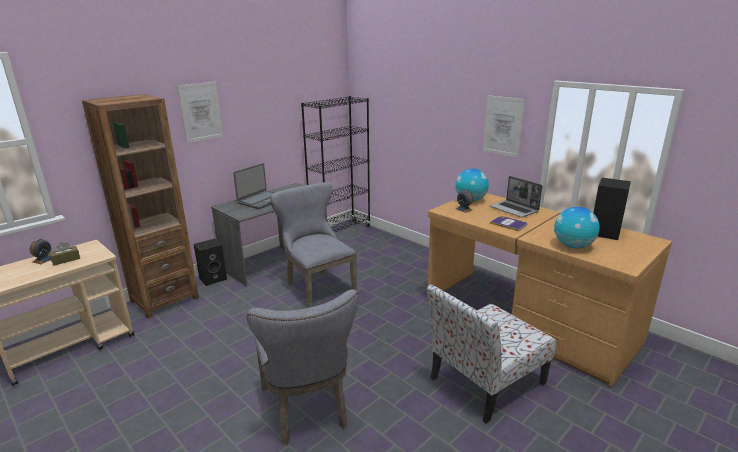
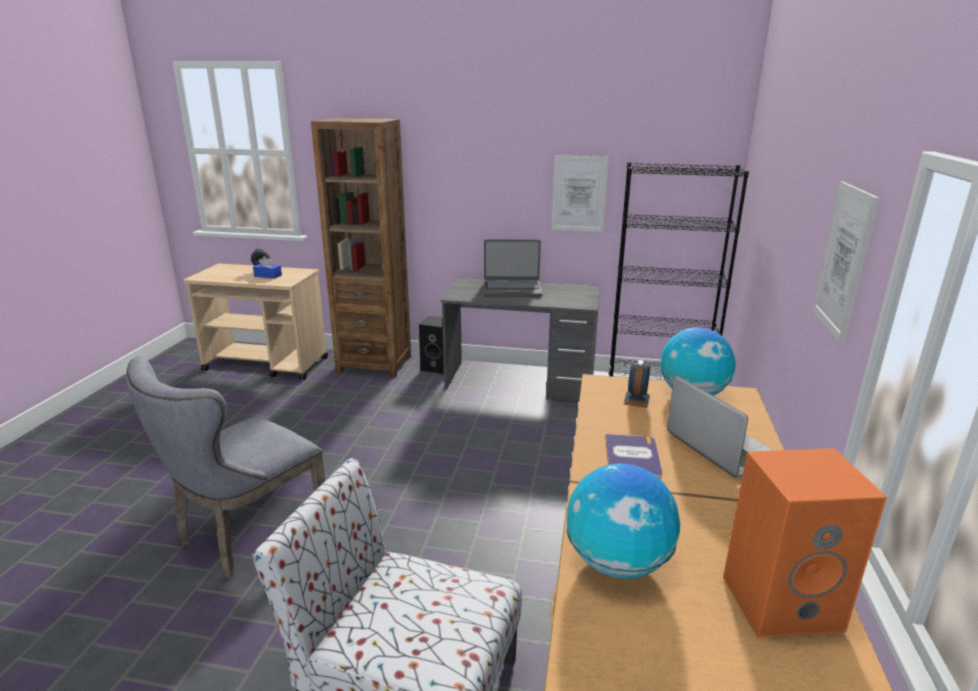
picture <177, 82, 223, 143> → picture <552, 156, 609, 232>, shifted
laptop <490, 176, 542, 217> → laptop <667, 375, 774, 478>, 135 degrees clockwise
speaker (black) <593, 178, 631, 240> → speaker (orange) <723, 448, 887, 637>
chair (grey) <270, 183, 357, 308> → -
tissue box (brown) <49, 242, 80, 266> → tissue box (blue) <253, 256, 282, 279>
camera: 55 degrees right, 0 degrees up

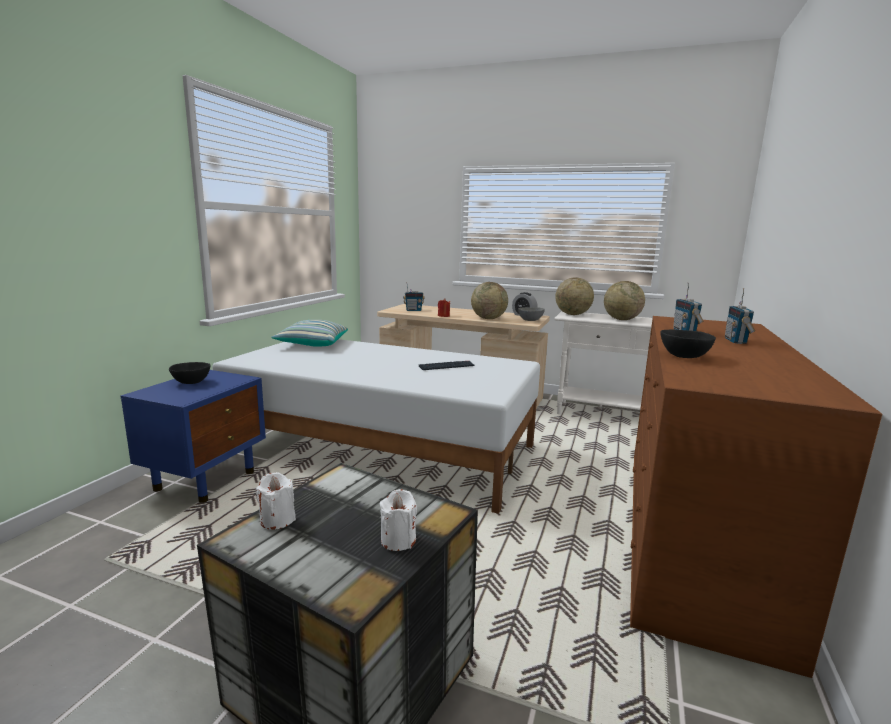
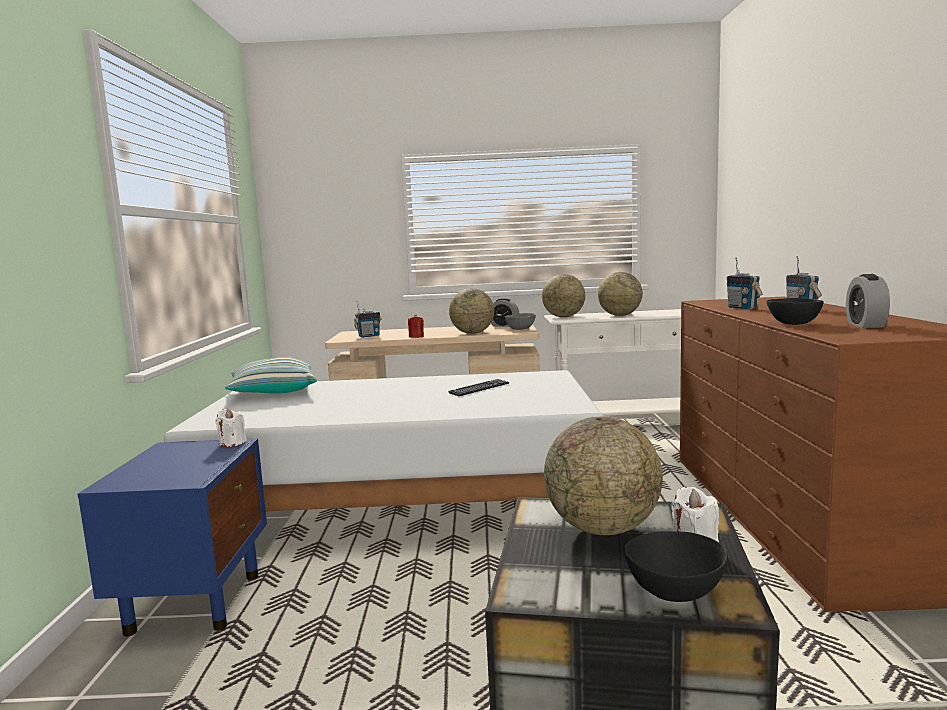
bowl (black) <169, 362, 210, 384> → bowl (black) <624, 531, 728, 602>, shifted
candle (white) <256, 472, 296, 530> → candle (white) <215, 408, 247, 447>, shifted
- → alarm clock <846, 274, 890, 328>
- → globe <544, 416, 663, 535>
camera: 20 degrees left, 5 degrees down

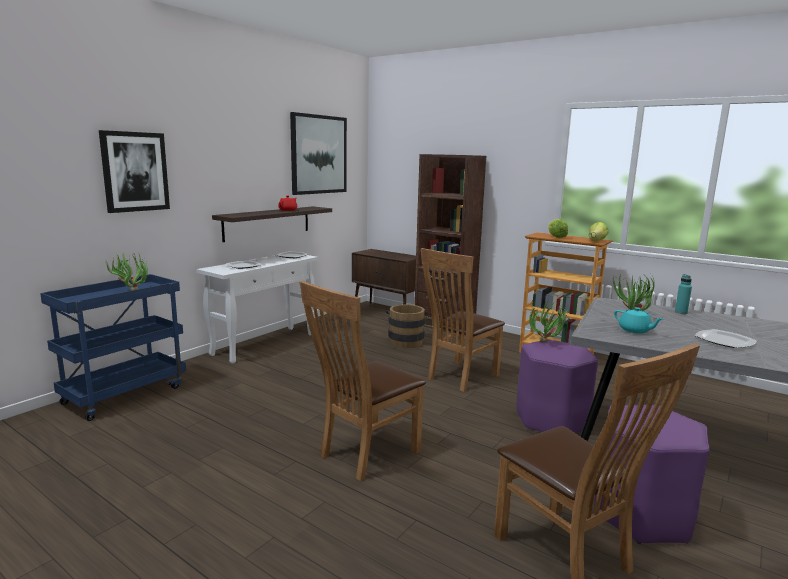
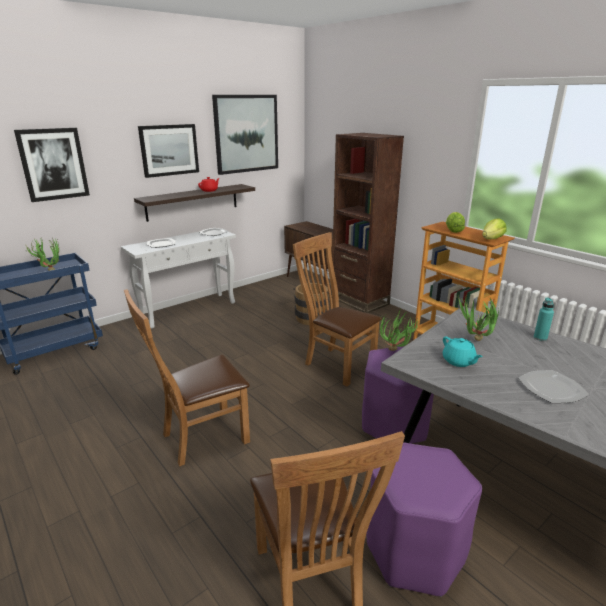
chair (brown) <421, 248, 505, 392> → chair (brown) <293, 232, 382, 386>, 75 degrees clockwise
- → picture <138, 124, 199, 178>
camera: 15 degrees right, 10 degrees up

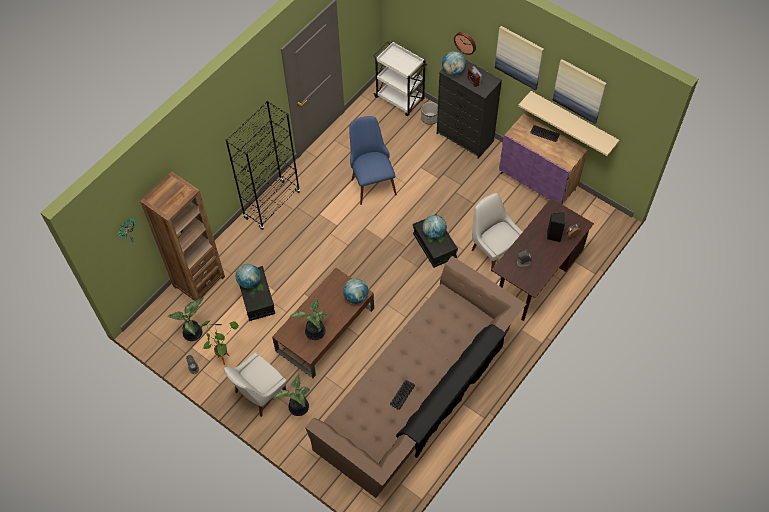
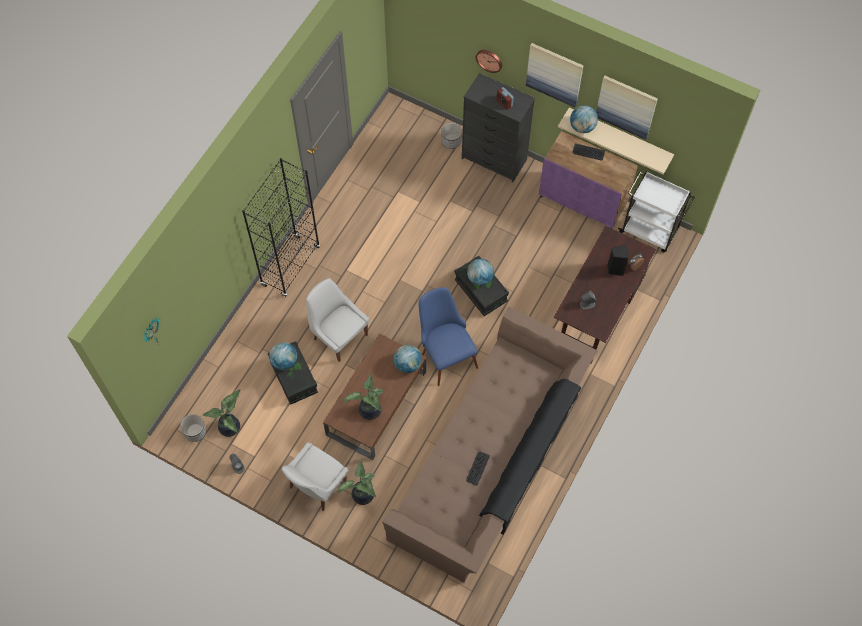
cart (white) <373, 41, 428, 116> → cart (white) <618, 171, 695, 252>, shifted
globe <442, 51, 466, 76> → globe <570, 105, 598, 133>, shifted
chair (blue) <349, 116, 397, 205> → chair (blue) <419, 287, 478, 386>, shifted
bookcase (brown) <140, 172, 225, 301> → -
chair (white) <471, 193, 522, 272> → chair (white) <306, 278, 369, 362>, shifted
potted plant <201, 321, 239, 365> → -
- → planter <180, 414, 206, 442>
camera: 10 degrees left, 5 degrees up

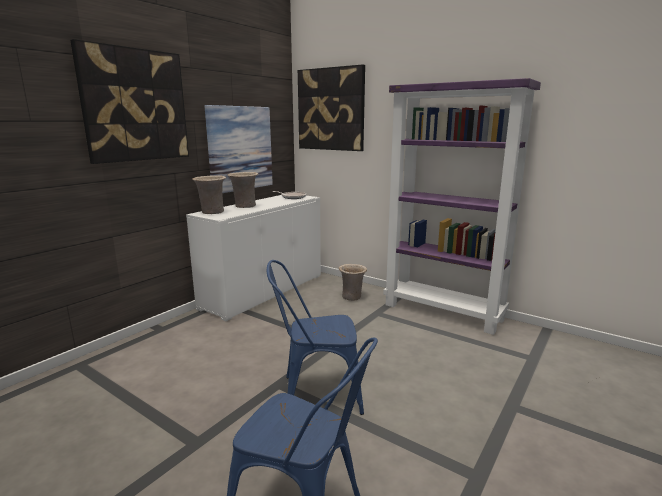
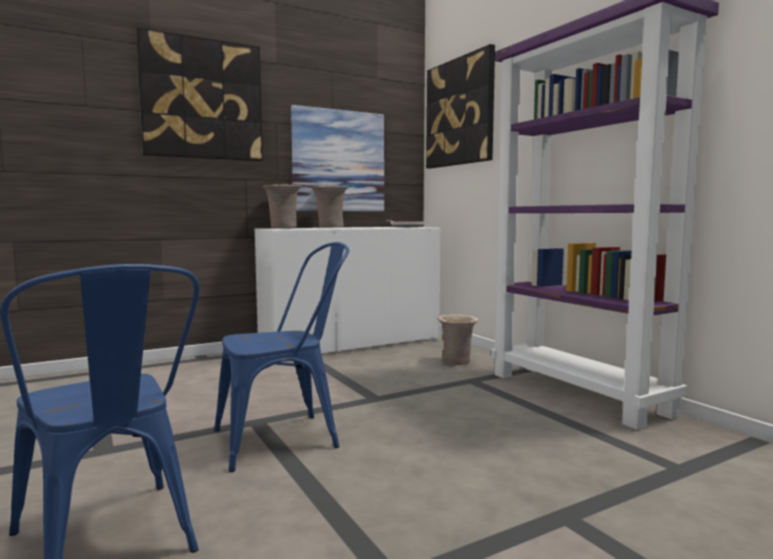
chair (blue) <267, 260, 364, 415> → chair (blue) <215, 242, 349, 472>, 135 degrees clockwise
camera: 25 degrees right, 10 degrees down

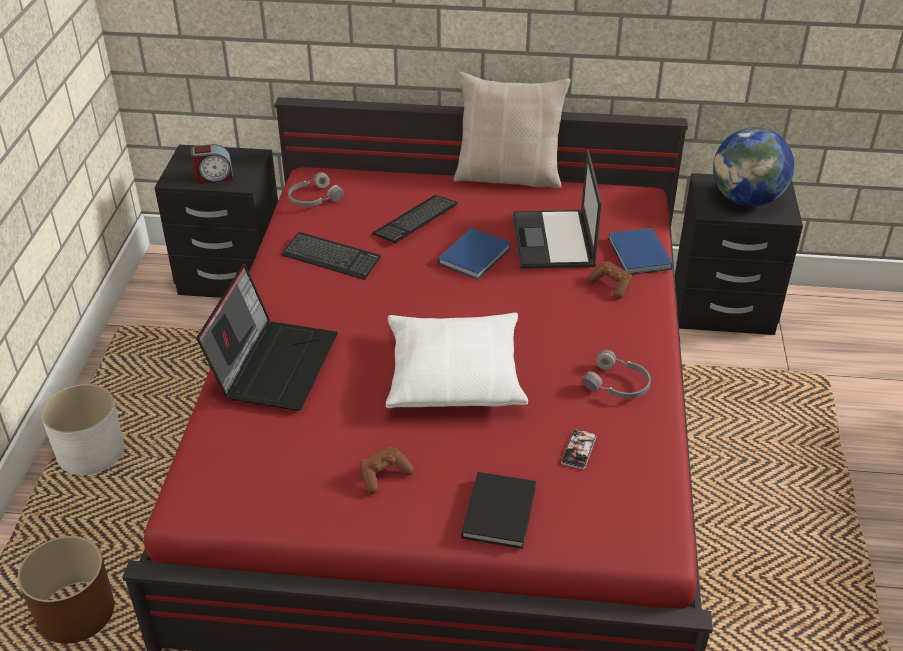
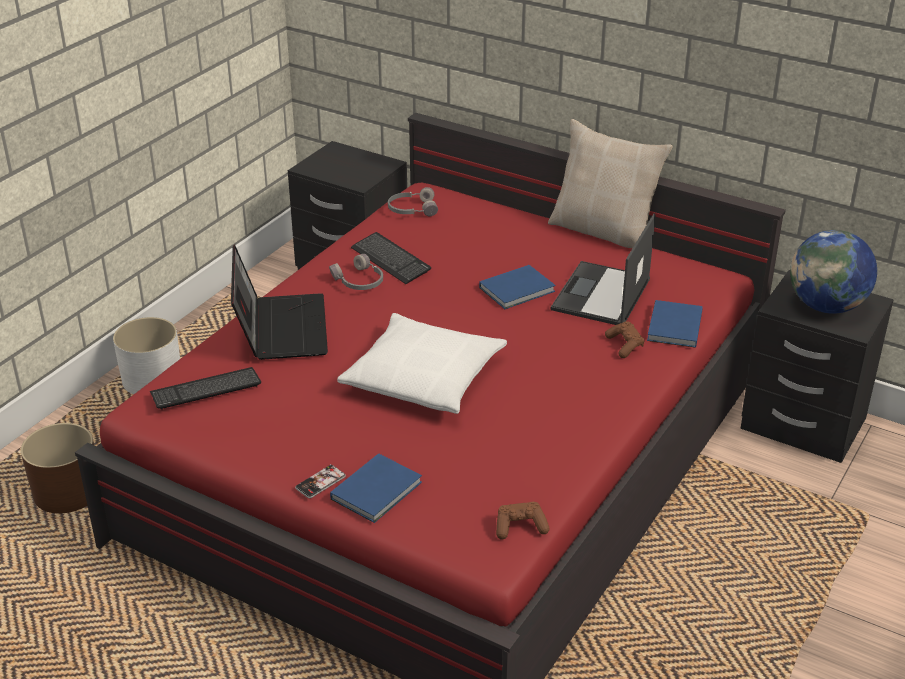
alarm clock <191, 144, 233, 184> → -
keyboard <371, 195, 458, 244> → keyboard <150, 367, 261, 410>, shifted
laptop <197, 264, 338, 411> → laptop <231, 244, 328, 360>, 45 degrees counterclockwise
headphones (grey) <582, 350, 651, 398> → headphones (grey) <329, 254, 383, 290>, shifted
phone <561, 429, 596, 469> → phone <295, 464, 346, 498>, shifted
game controller (brown) <360, 447, 414, 494> → game controller (brown) <496, 502, 550, 540>, shifted
book (black) <462, 472, 536, 549> → book (blue) <330, 453, 422, 523>
camera: 25 degrees right, 5 degrees down

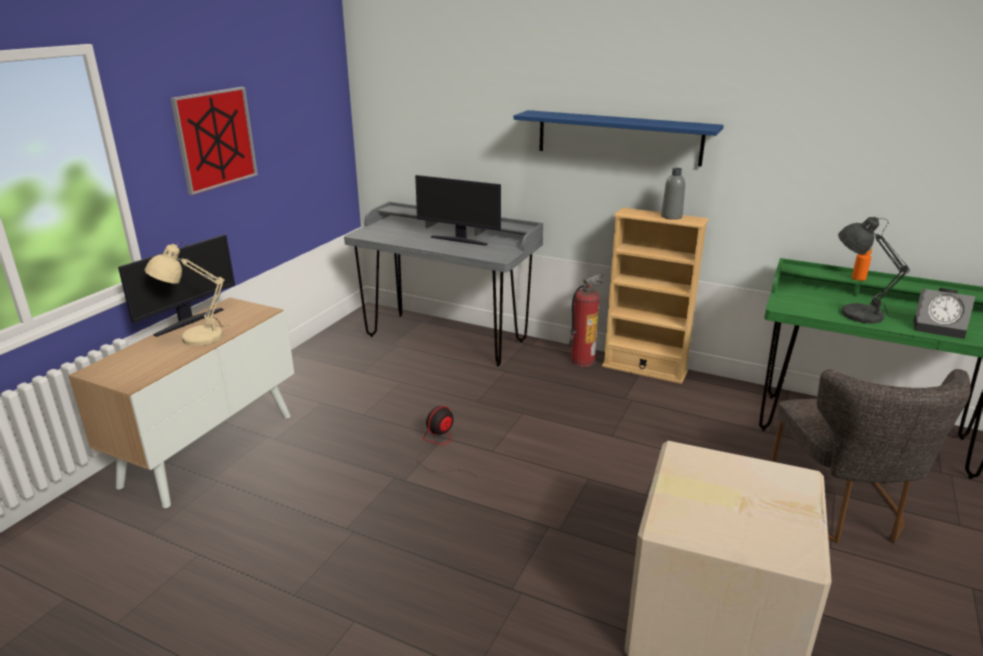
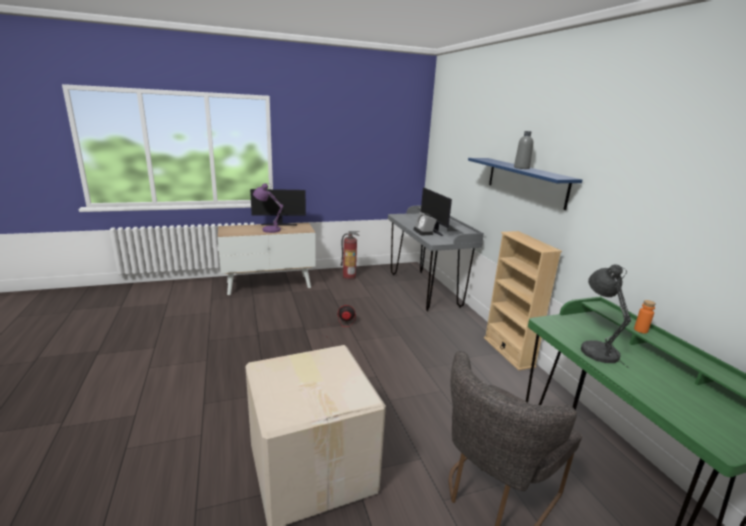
picture <171, 87, 258, 195> → -
bottle (grey) <661, 168, 685, 220> → bottle (grey) <514, 131, 533, 169>, shifted
table lamp (beige) <144, 242, 229, 346> → table lamp (purple) <253, 183, 283, 233>
fire extinguisher <569, 274, 604, 367> → fire extinguisher <340, 231, 360, 280>, shifted
alarm clock <914, 288, 975, 339> → alarm clock <413, 212, 437, 236>, shifted
camera: 45 degrees right, 5 degrees down

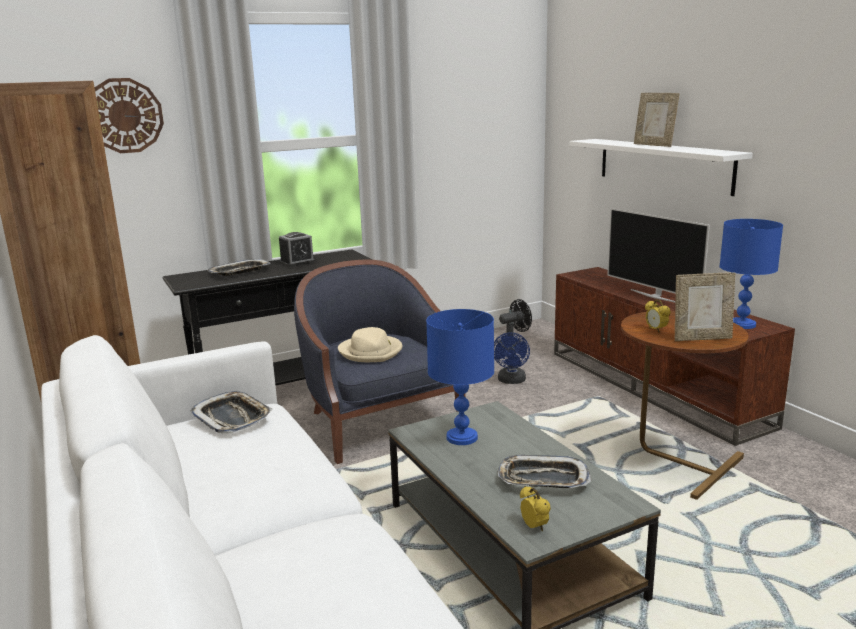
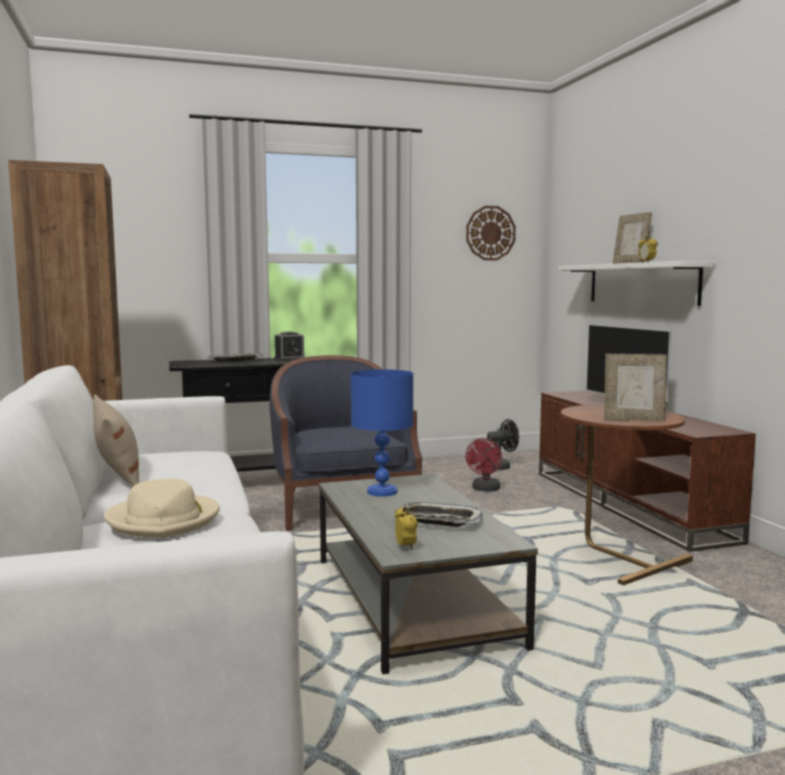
wall clock <95, 78, 164, 153> → wall clock <466, 206, 516, 260>, shifted
table lamp (blue) <719, 219, 783, 329> → -
alarm clock <645, 300, 671, 332> → alarm clock <638, 236, 658, 262>, shifted
hat (beige) <338, 327, 402, 362> → hat (beige) <104, 478, 220, 538>, shifted
fan (blue) <494, 332, 530, 384> → fan (red) <465, 438, 502, 492>
tray <190, 391, 272, 434> → -
- → pillow (beige) <93, 395, 139, 487>
camera: 10 degrees right, 10 degrees down

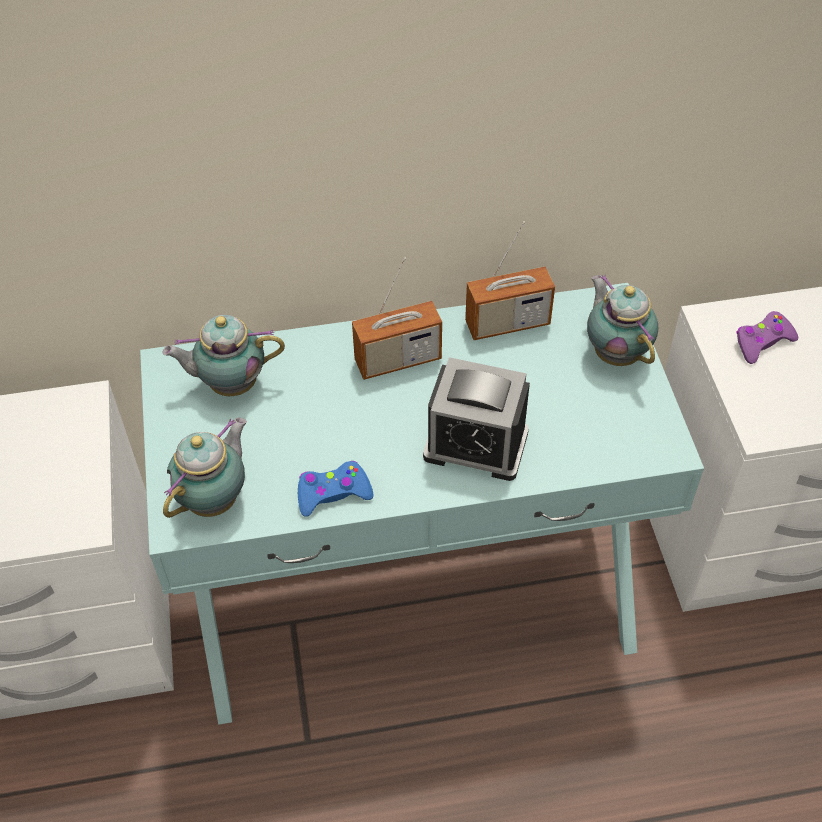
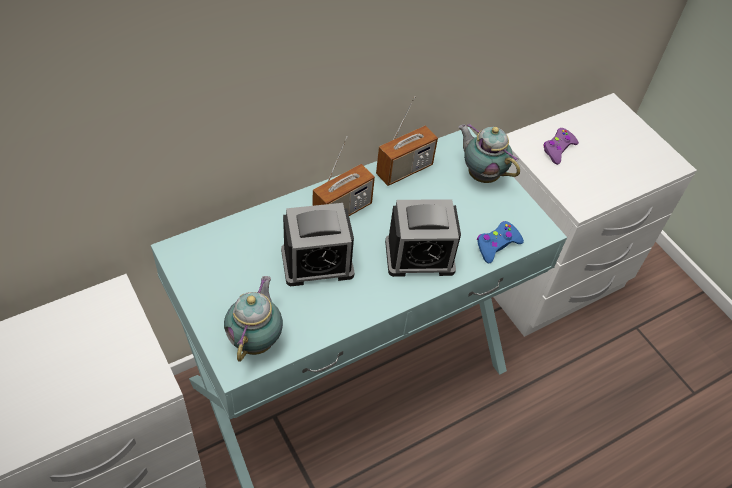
teapot <162, 315, 285, 396> → -
game controller (blue) <298, 461, 373, 517> → game controller (blue) <477, 221, 524, 263>, shifted
- → alarm clock <281, 203, 355, 286>
camera: 25 degrees left, 0 degrees up

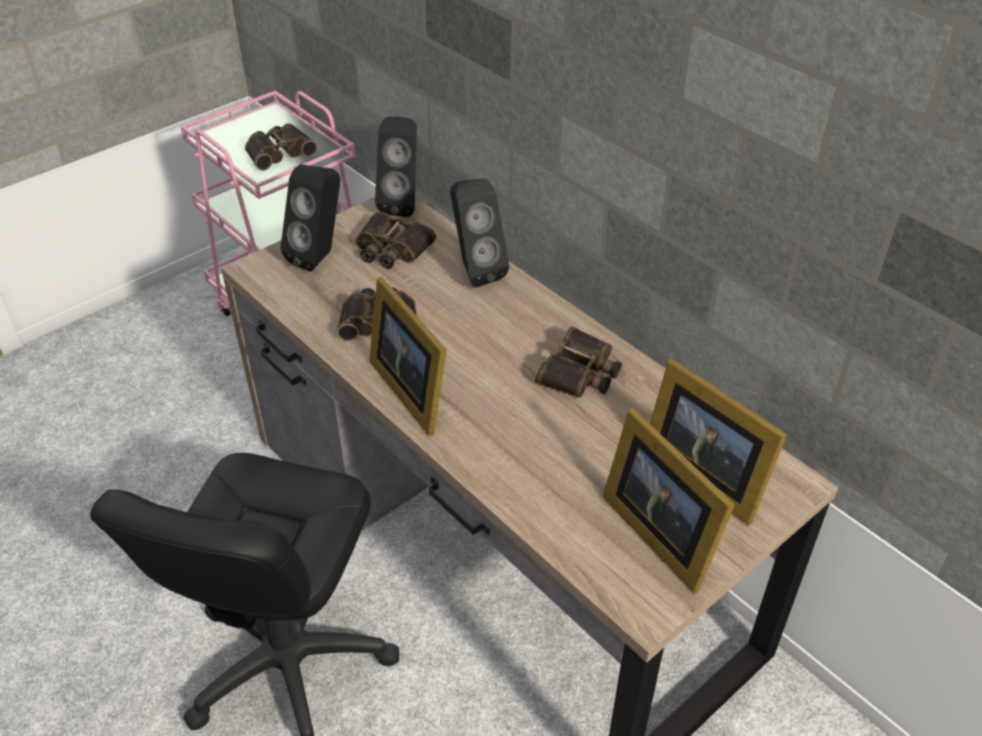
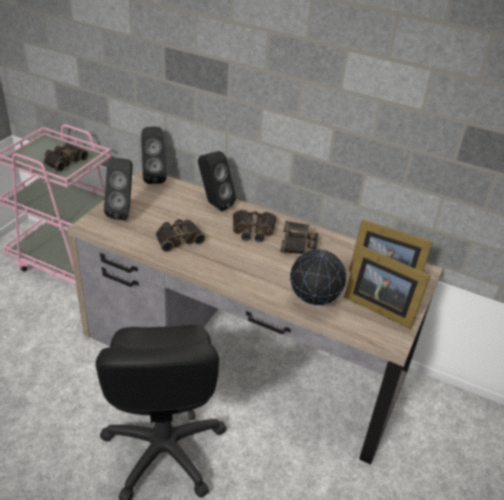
binoculars <355, 212, 436, 269> → binoculars <233, 210, 277, 242>, shifted
picture frame <369, 277, 447, 436> → -
- → globe <290, 249, 346, 305>
camera: 25 degrees left, 5 degrees down

